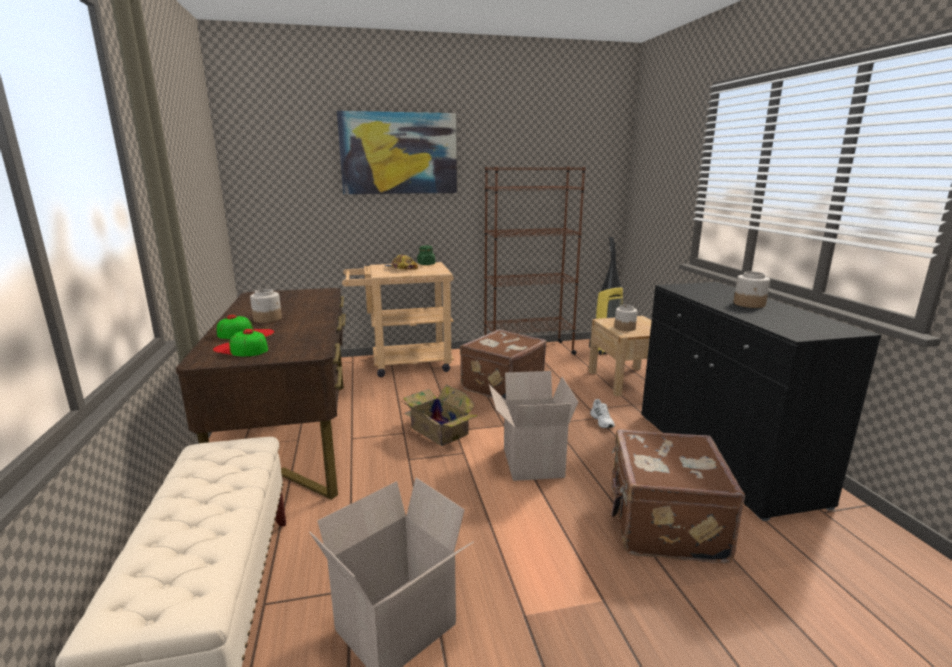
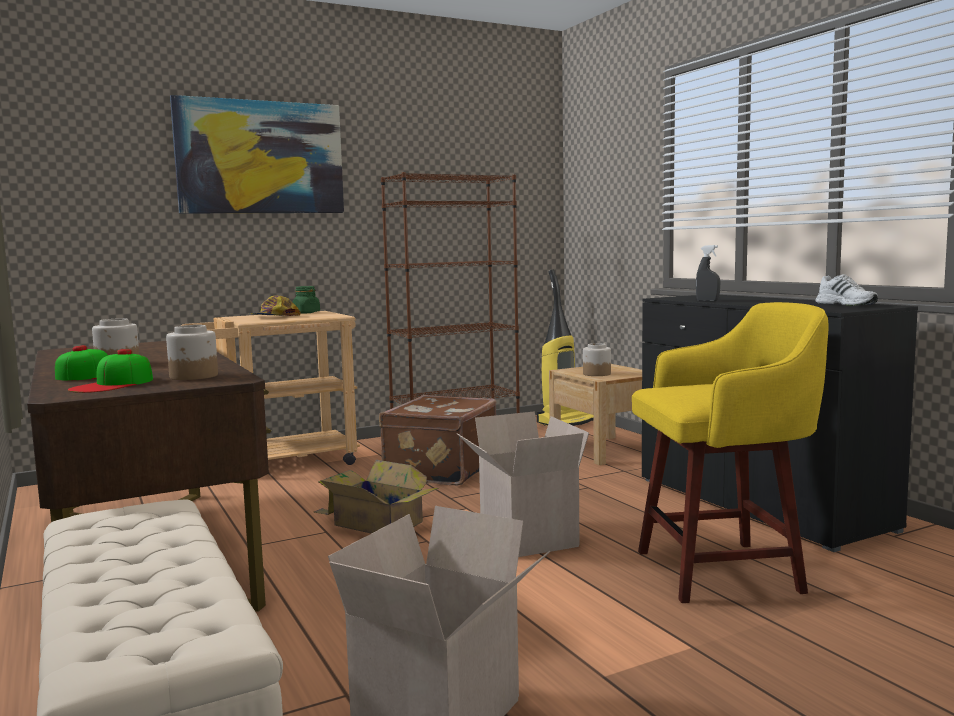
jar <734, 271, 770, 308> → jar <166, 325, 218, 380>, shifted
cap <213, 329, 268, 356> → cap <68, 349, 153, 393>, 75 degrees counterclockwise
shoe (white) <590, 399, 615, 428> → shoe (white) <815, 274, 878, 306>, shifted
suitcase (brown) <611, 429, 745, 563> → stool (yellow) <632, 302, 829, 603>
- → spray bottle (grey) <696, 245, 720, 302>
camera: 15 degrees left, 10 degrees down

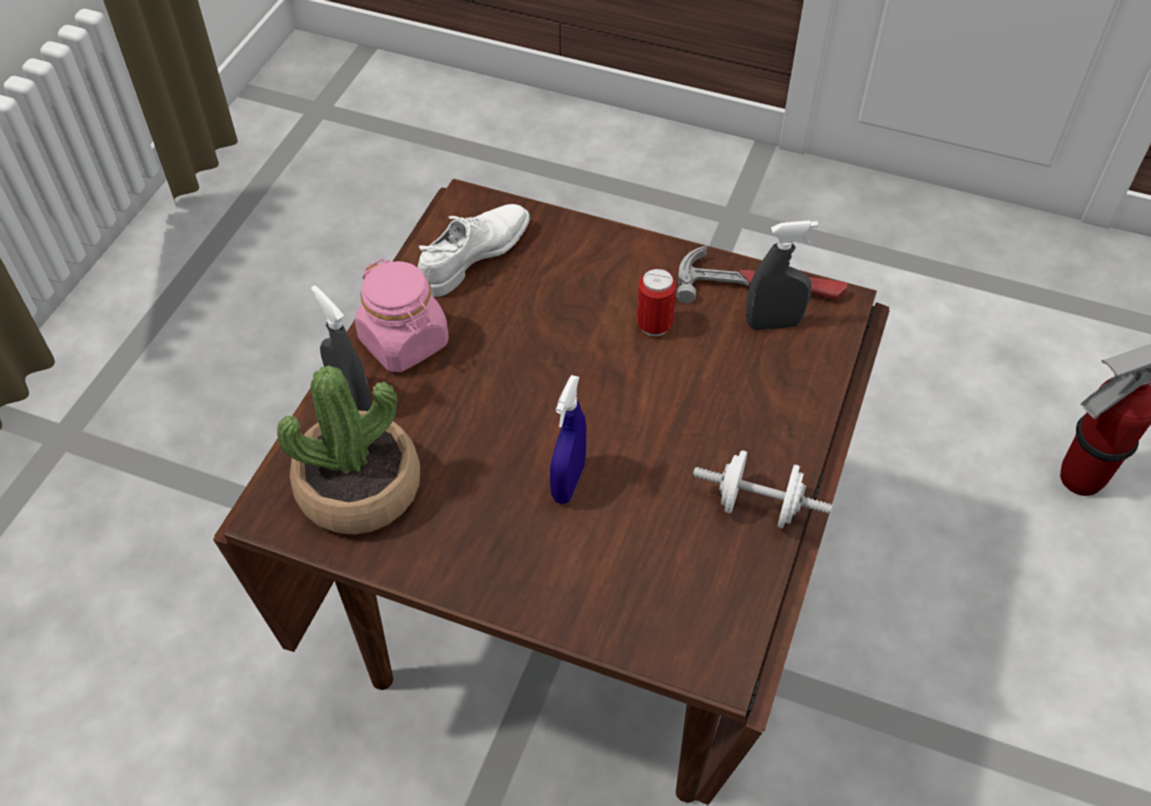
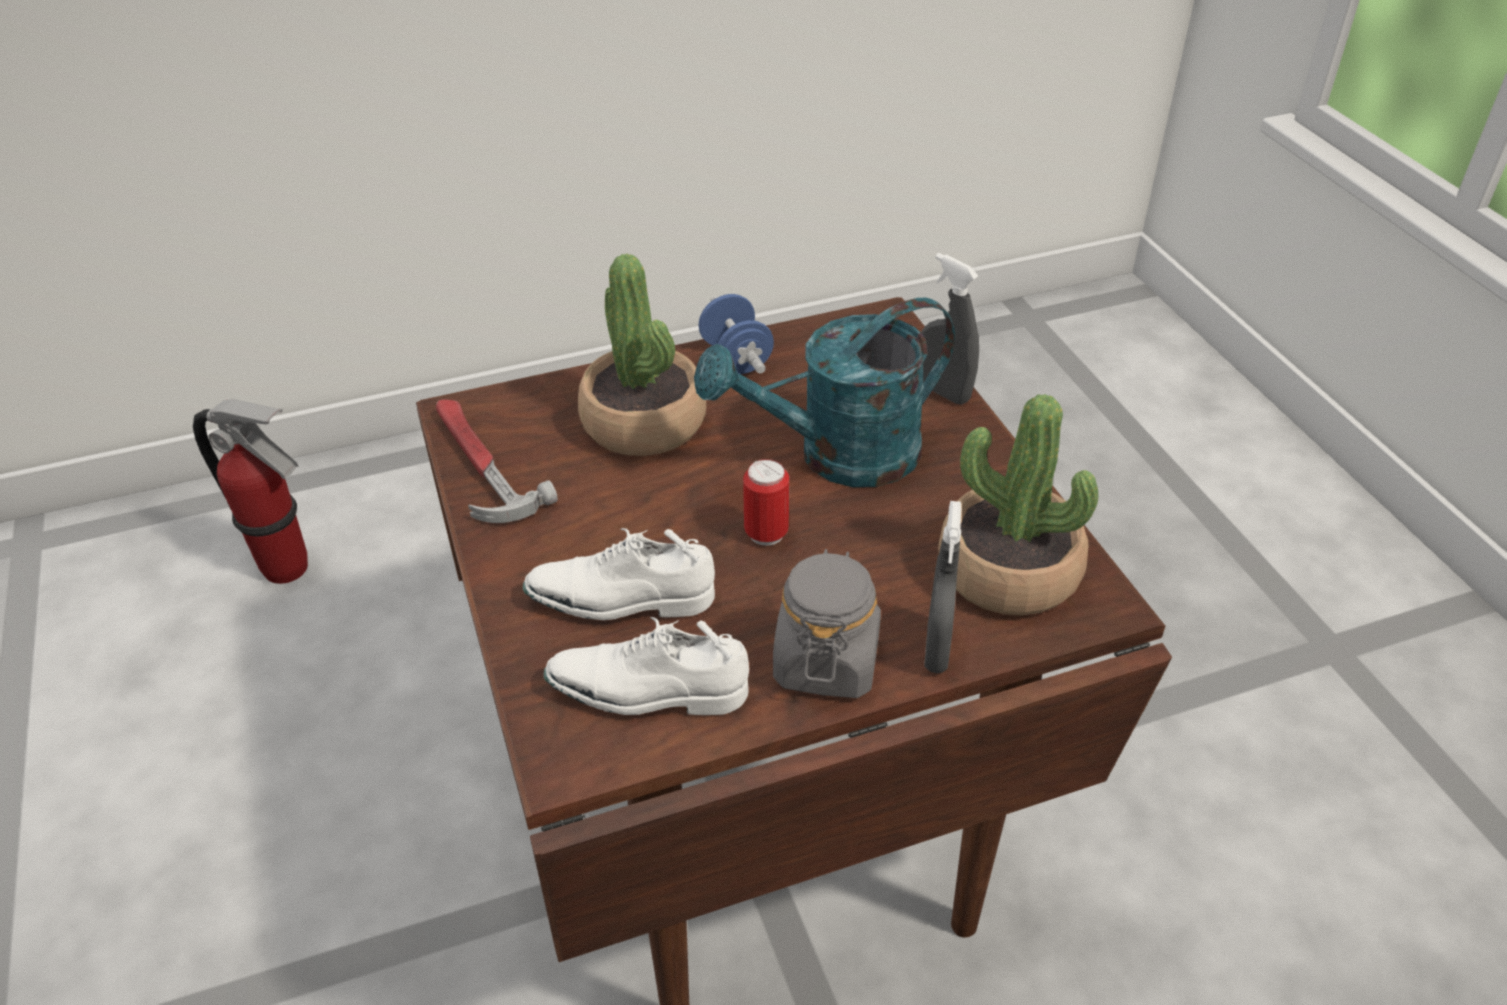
spray bottle (grey) <746, 220, 818, 330> → spray bottle (grey) <921, 253, 979, 405>, shifted
jar (pink) <355, 259, 449, 372> → jar (grey) <773, 549, 881, 698>
can <637, 268, 676, 336> → can <743, 459, 789, 546>, shifted
spray bottle (blue) <550, 375, 586, 504> → watering can (turquoise) <694, 298, 955, 487>
dumbbell (white) <693, 451, 832, 528> → dumbbell (blue) <699, 294, 774, 374>
- → potted plant <578, 254, 706, 456>
- → shoe (white) <523, 528, 715, 620>
camera: 130 degrees left, 10 degrees down

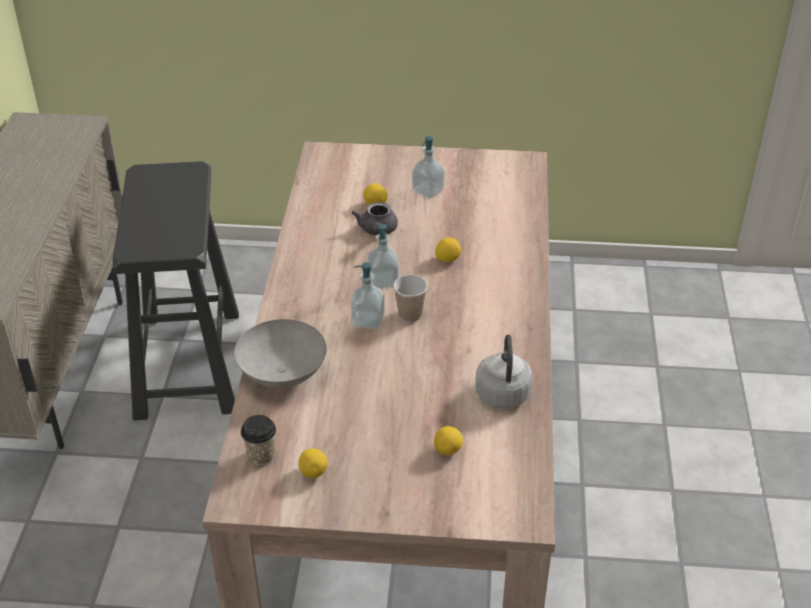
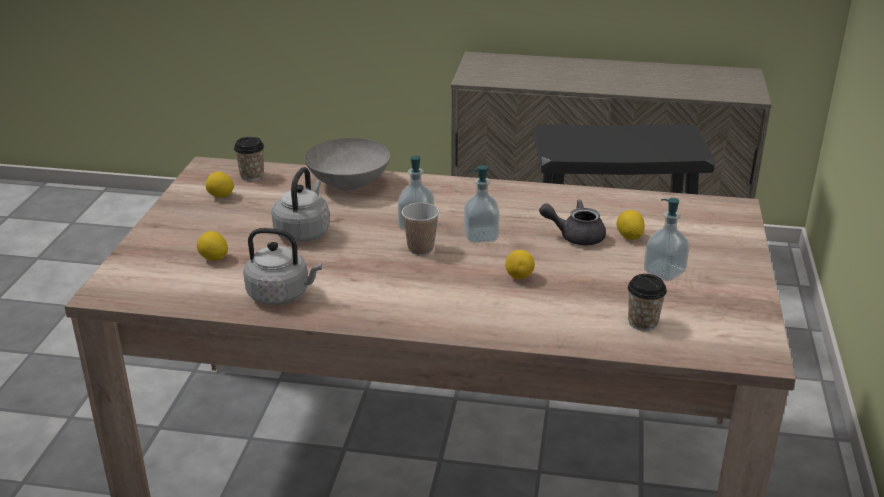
- → kettle (grey) <272, 167, 330, 242>
- → cup <628, 274, 667, 331>
camera: 95 degrees right, 10 degrees down

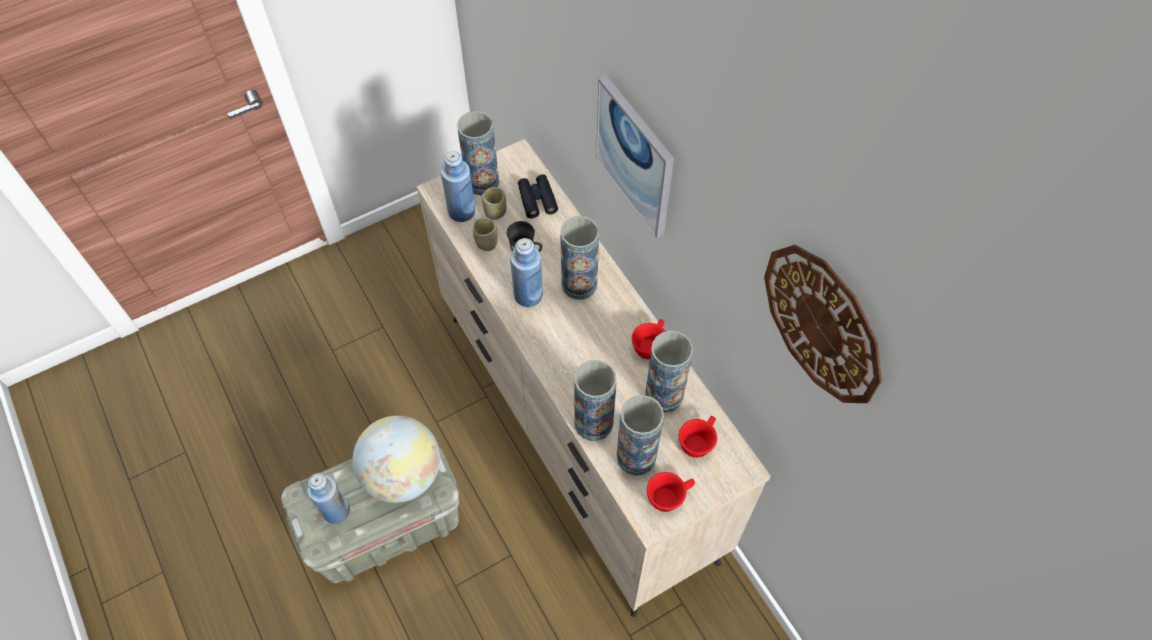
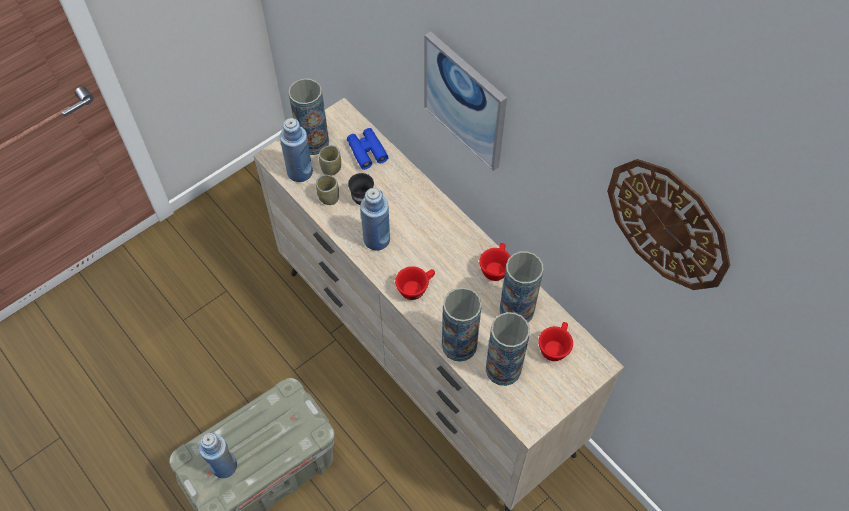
binoculars (black) <518, 174, 558, 218> → binoculars (blue) <347, 128, 388, 170>
vase <560, 216, 599, 300> → -
globe <353, 416, 440, 503> → -
cup (red) <647, 472, 695, 512> → cup (red) <395, 266, 435, 300>, shifted
camera: 10 degrees left, 0 degrees up

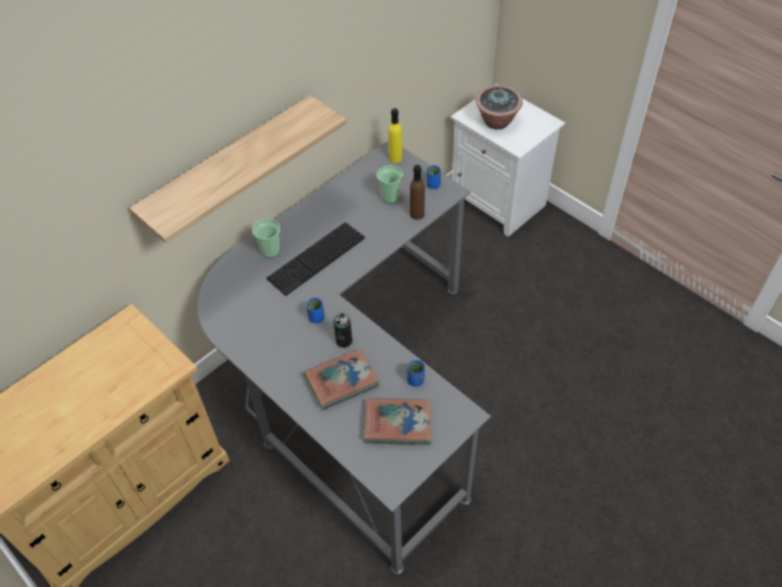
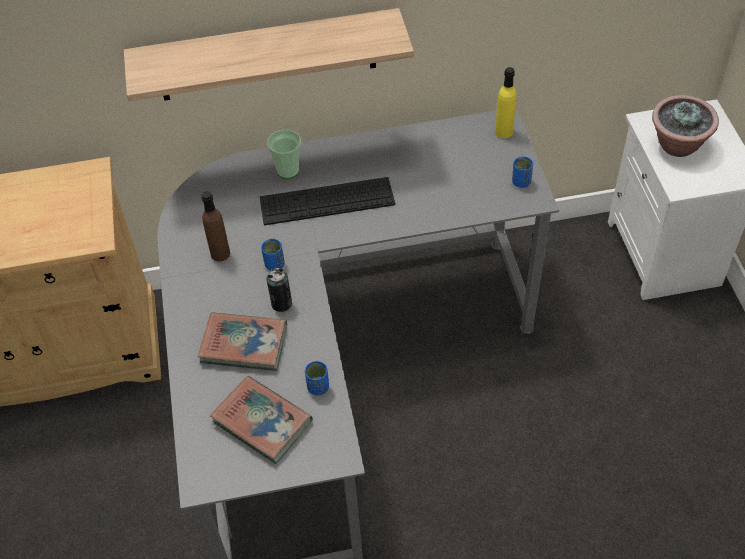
cup <377, 165, 403, 203> → -
bottle (brown) <410, 165, 425, 220> → bottle (brown) <201, 191, 230, 261>, shifted
camera: 35 degrees right, 0 degrees up

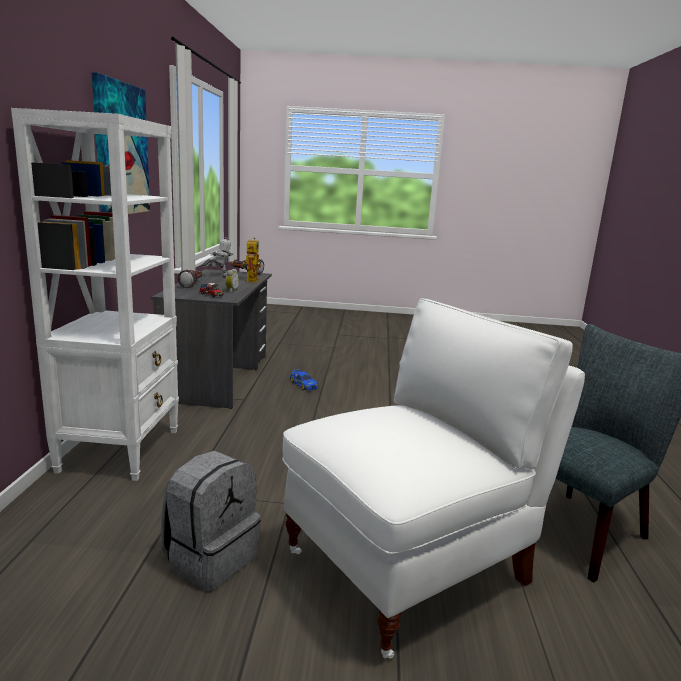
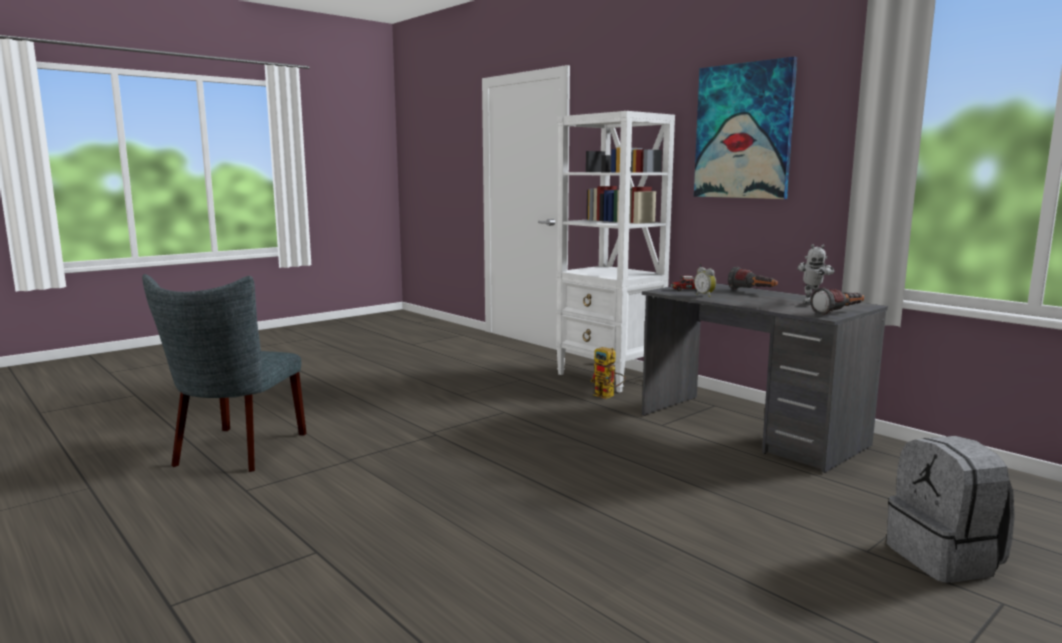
toy robot <244, 237, 263, 283> → toy robot <590, 347, 625, 399>, shifted
chair (white) <282, 298, 585, 658> → -
toy car <290, 369, 318, 390> → -
backpack (grey) <161, 451, 261, 591> → backpack (grey) <886, 436, 1015, 583>, shifted
camera: 135 degrees right, 5 degrees down

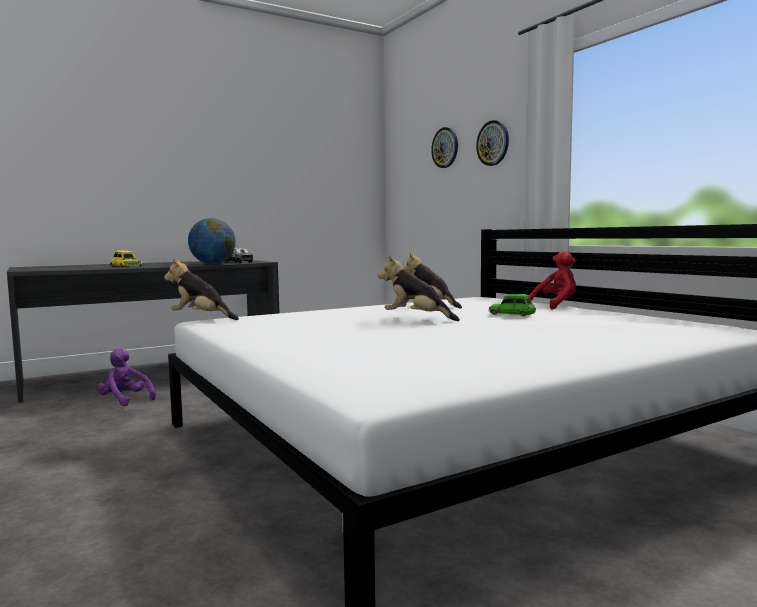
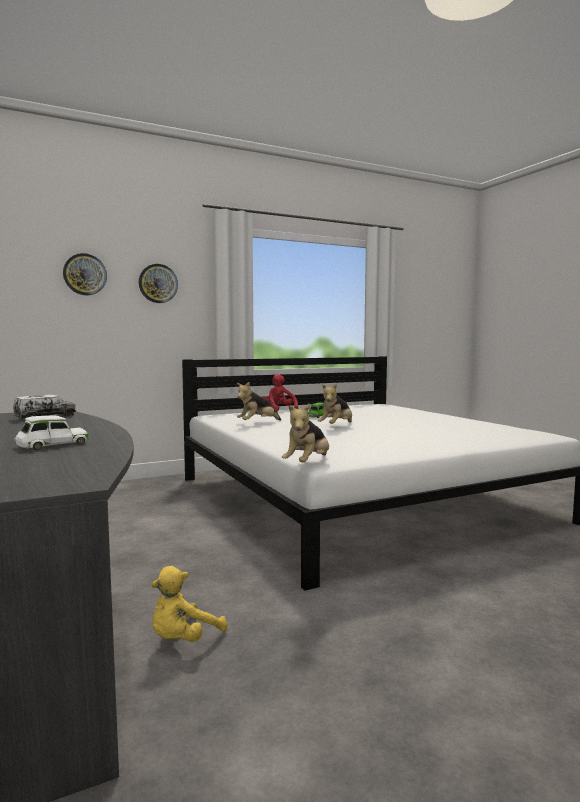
globe <188, 218, 236, 264> → -
toy car (yellow) <110, 250, 142, 267> → toy car (white) <15, 415, 89, 450>
plush toy (purple) <97, 348, 156, 406> → plush toy (yellow) <151, 566, 227, 642>
camera: 85 degrees left, 0 degrees up

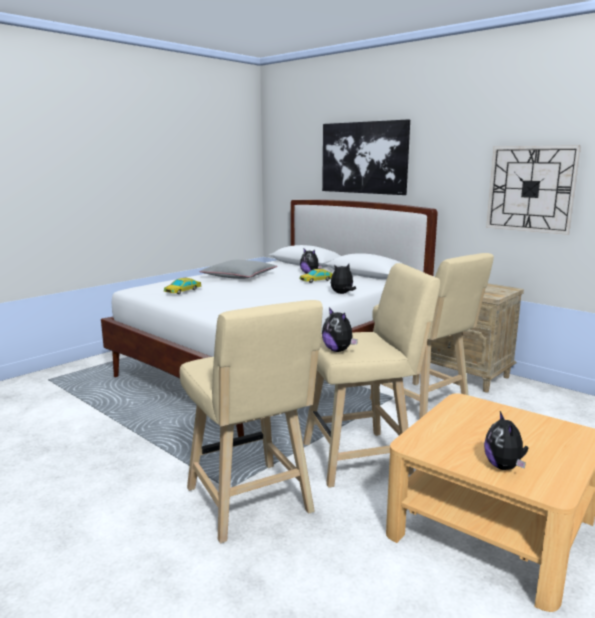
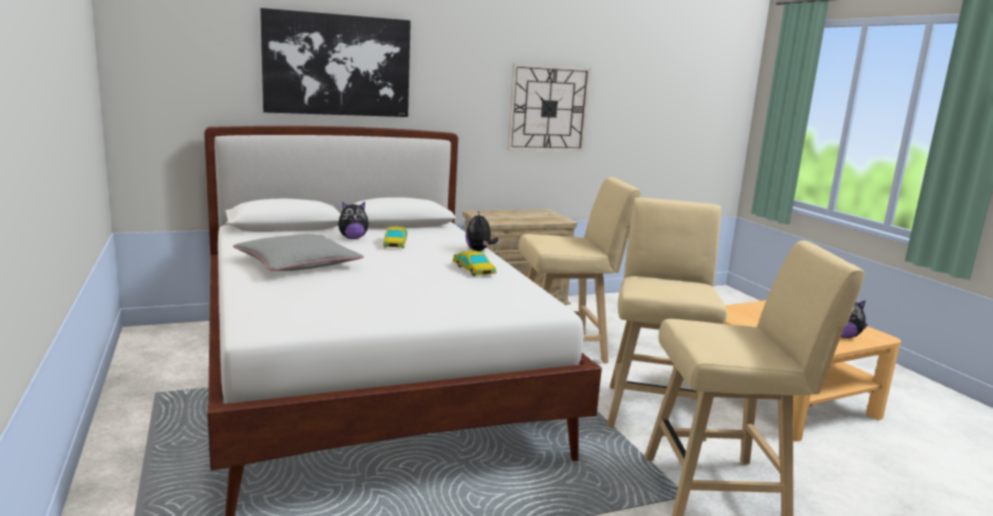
toy car <164, 278, 202, 294> → toy car <453, 251, 496, 276>, shifted
plush toy <322, 307, 358, 352> → -
camera: 65 degrees left, 0 degrees up

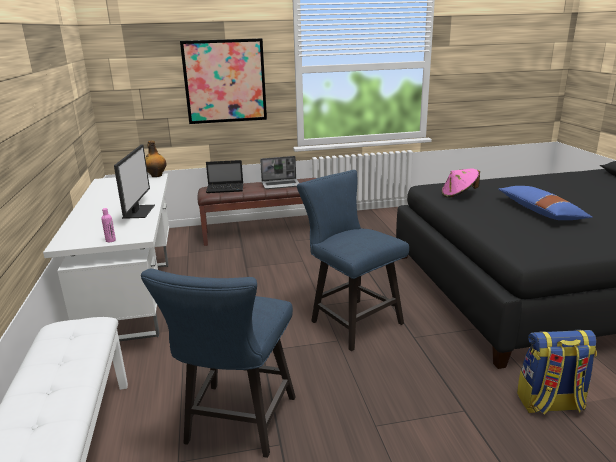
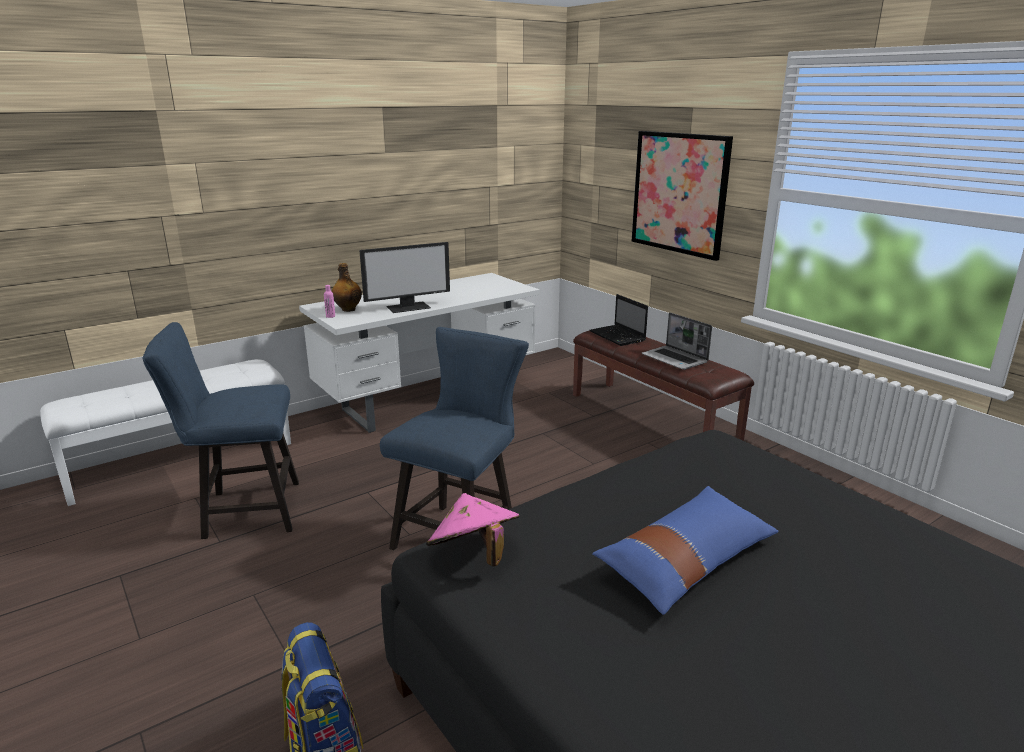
bottle <145, 141, 166, 177> → bottle <332, 263, 362, 312>, shifted
hat (pink) <442, 168, 480, 198> → hat (pink) <426, 493, 519, 566>, shifted
camera: 65 degrees right, 0 degrees up

